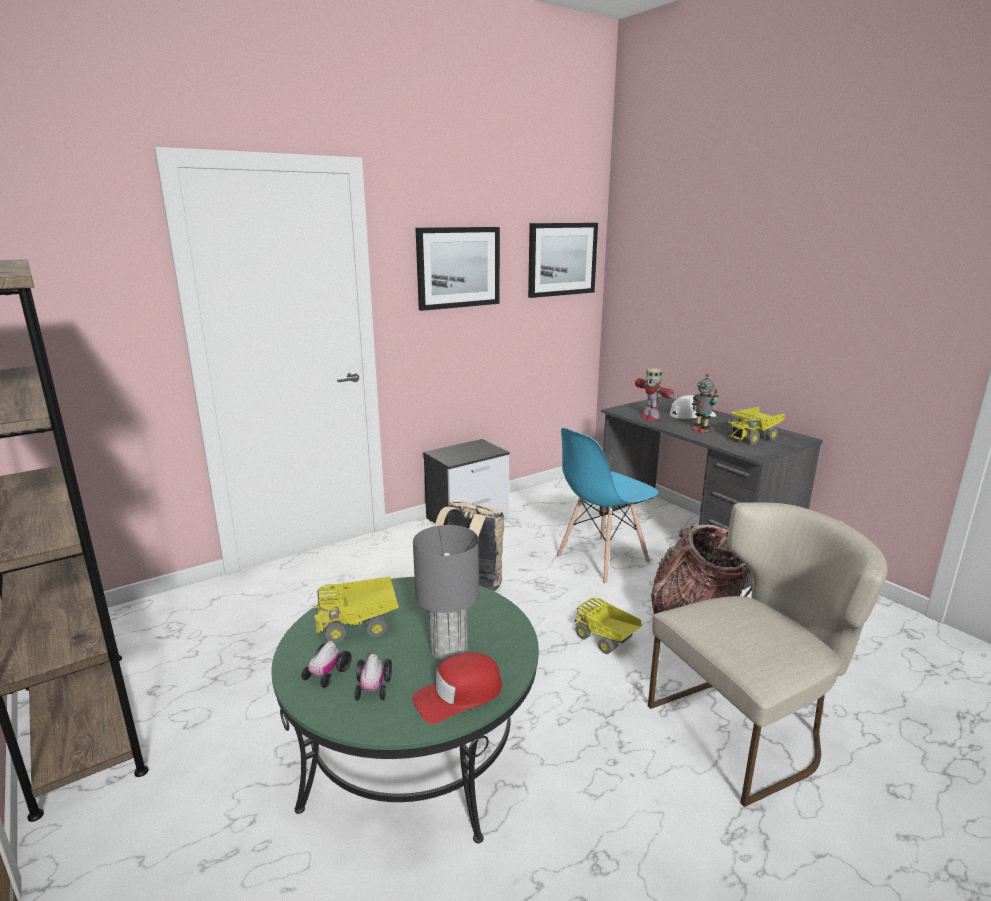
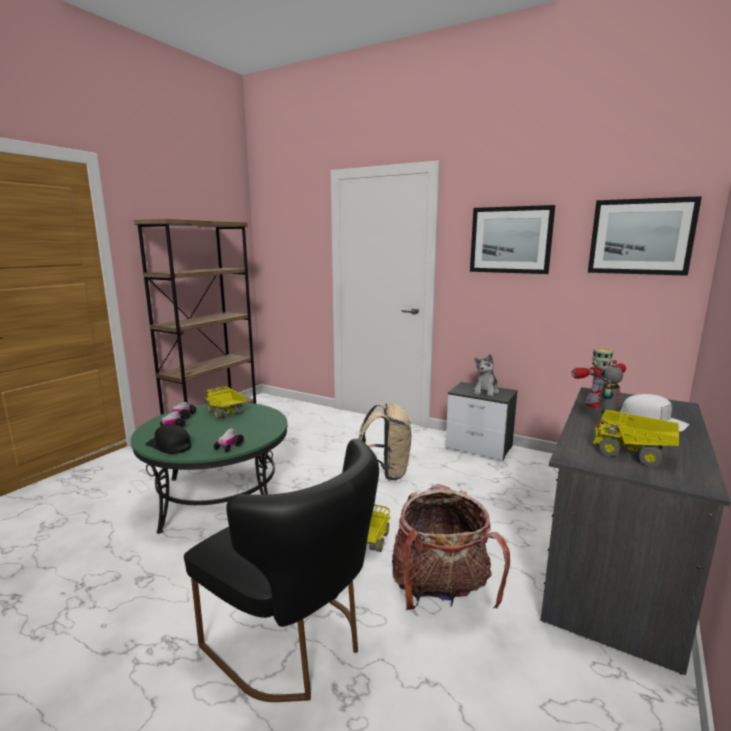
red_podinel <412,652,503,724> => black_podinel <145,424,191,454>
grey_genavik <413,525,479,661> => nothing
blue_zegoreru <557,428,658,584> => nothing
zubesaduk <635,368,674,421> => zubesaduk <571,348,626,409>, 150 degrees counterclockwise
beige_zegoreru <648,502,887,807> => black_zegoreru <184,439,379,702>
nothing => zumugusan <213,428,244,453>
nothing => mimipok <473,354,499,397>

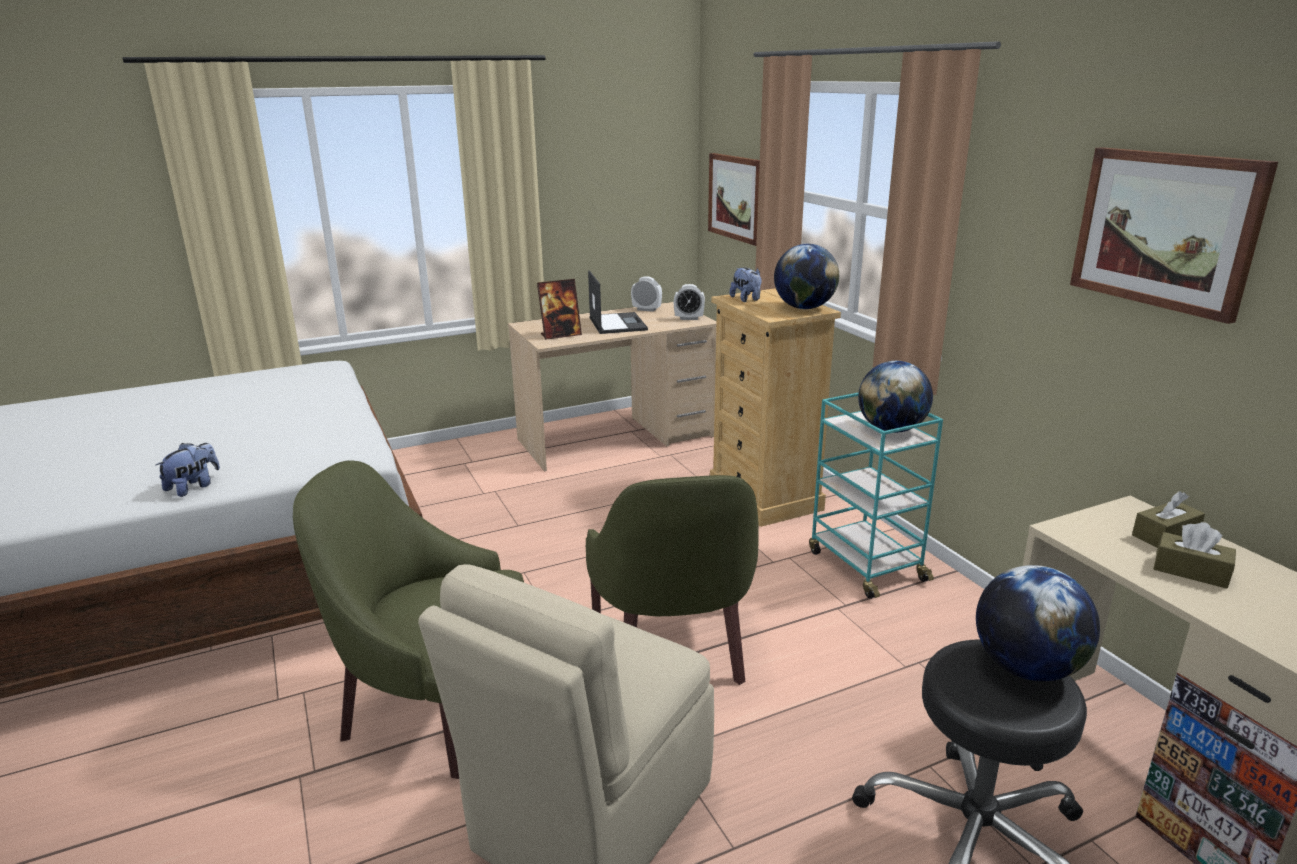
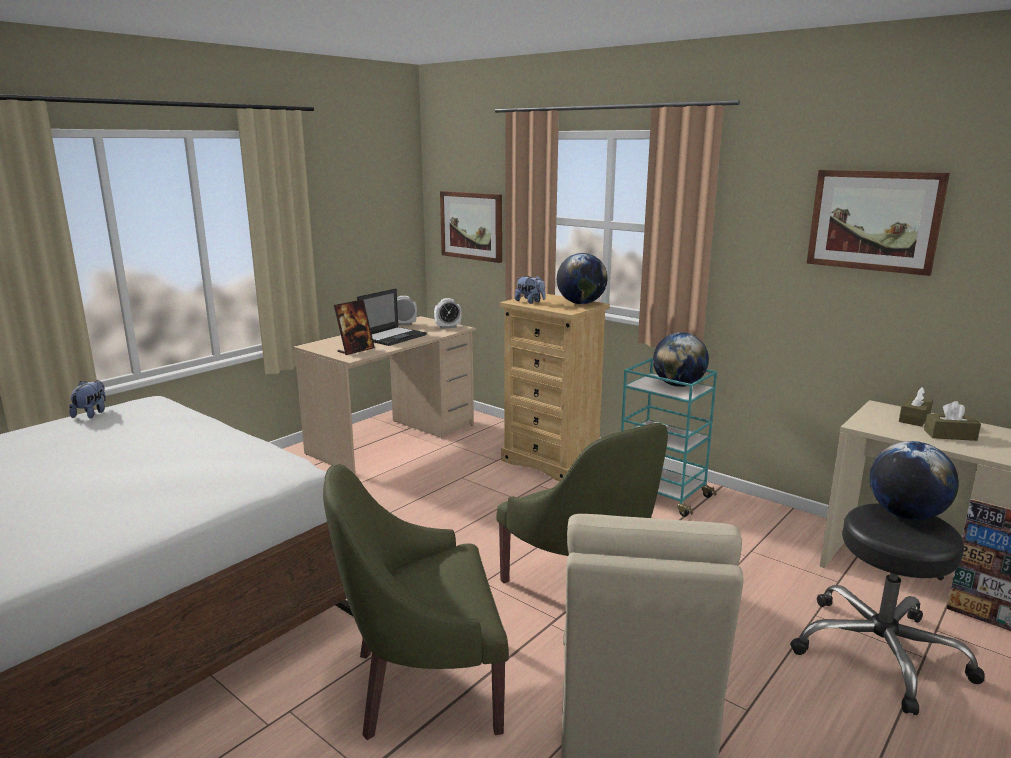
mimipok <156,443,220,497> => mimipok <69,380,106,418>, move
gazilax <588,270,648,334> => gazilax <357,288,427,346>, 75 degrees clockwise

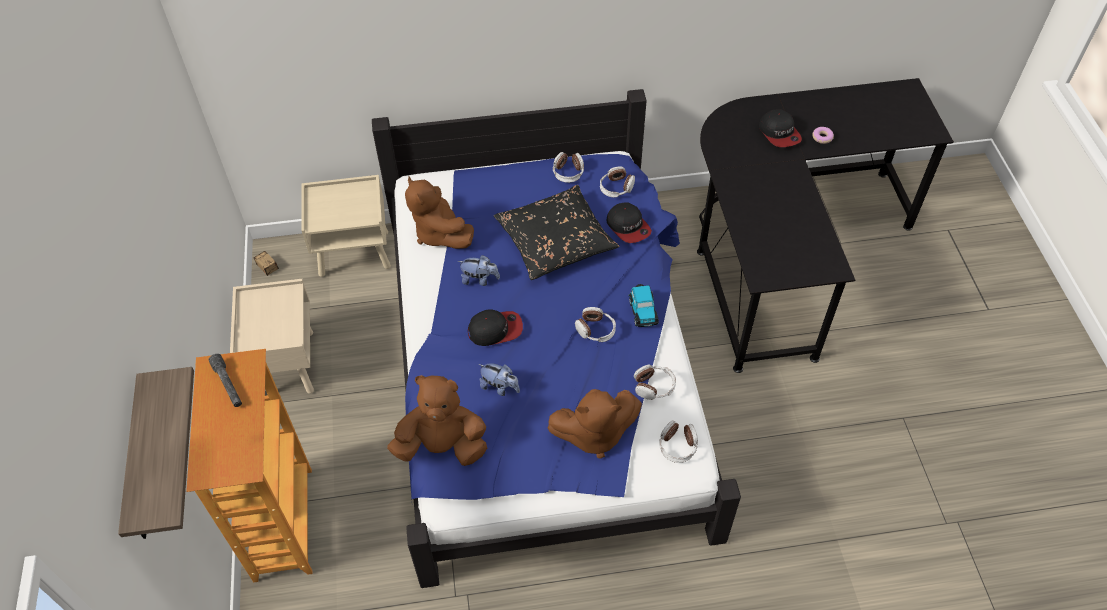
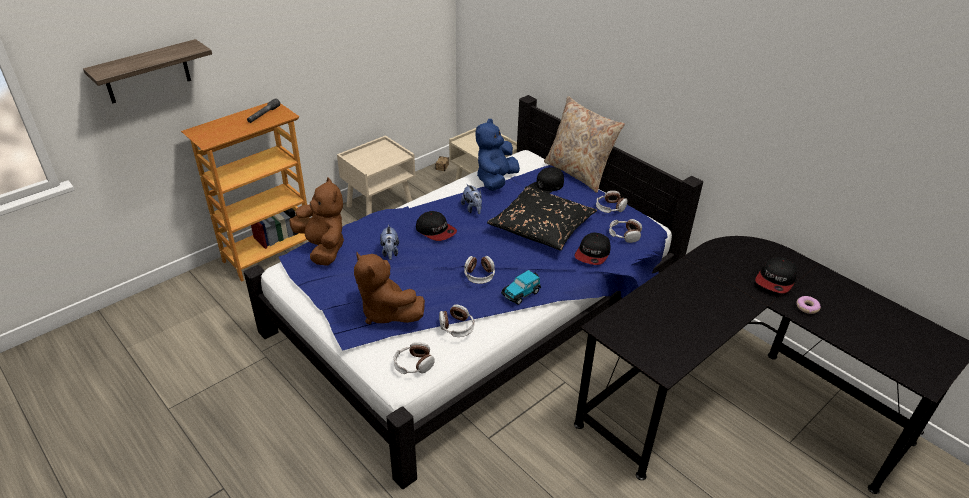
brown_mimipok <405,177,474,249> => blue_mimipok <475,119,520,191>
nothing => black_podinel <529,167,564,193>
nothing => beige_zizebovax <544,96,625,193>

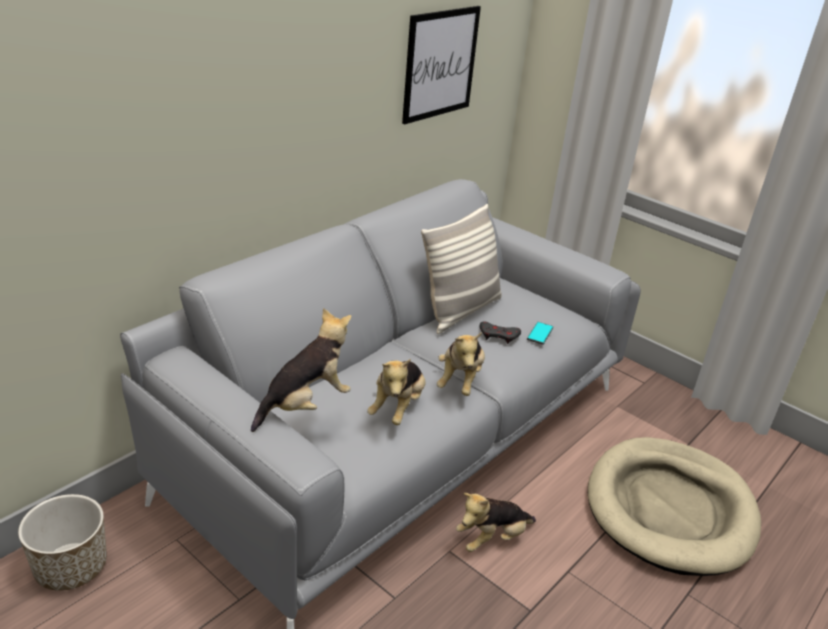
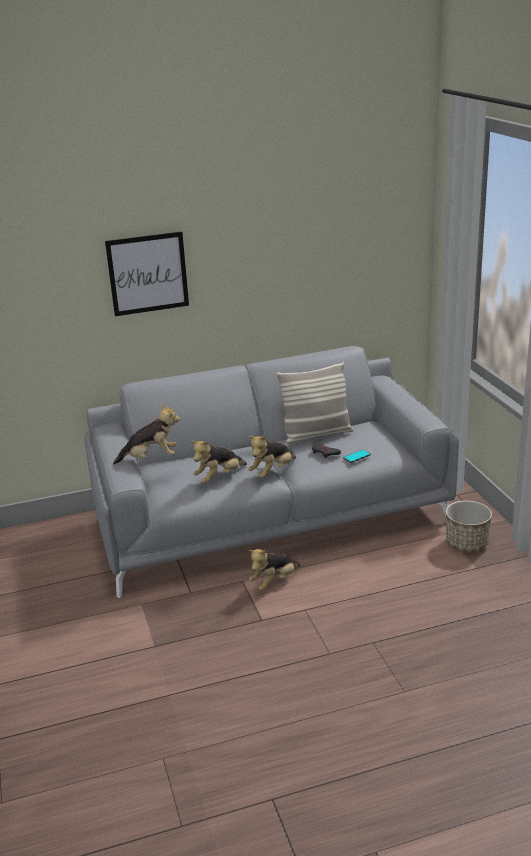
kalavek <18,494,107,591> => kalavek <446,500,492,552>, move
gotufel <402,6,481,125> => gotufel <105,231,189,316>, move
mimipok <456,493,536,552> => mimipok <248,549,300,591>, 45 degrees counterclockwise
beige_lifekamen <588,437,761,576> => nothing

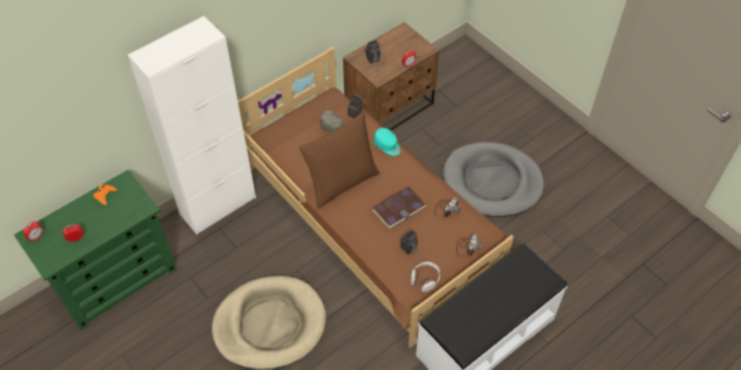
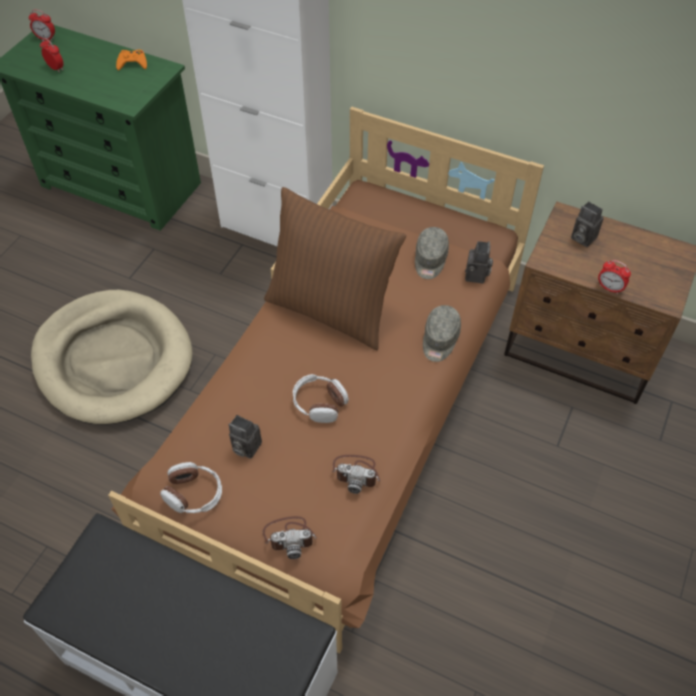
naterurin <372,187,426,229> => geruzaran <293,374,349,423>
turquoise_podinel <374,128,401,156> => grey_podinel <423,305,461,362>
grey_lifekamen <443,142,544,217> => nothing

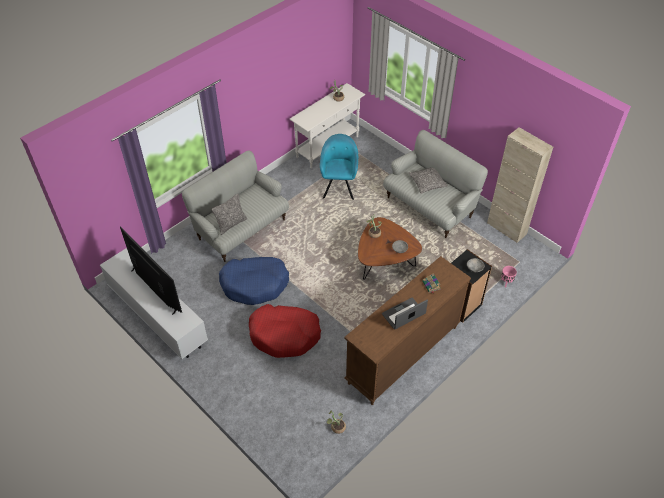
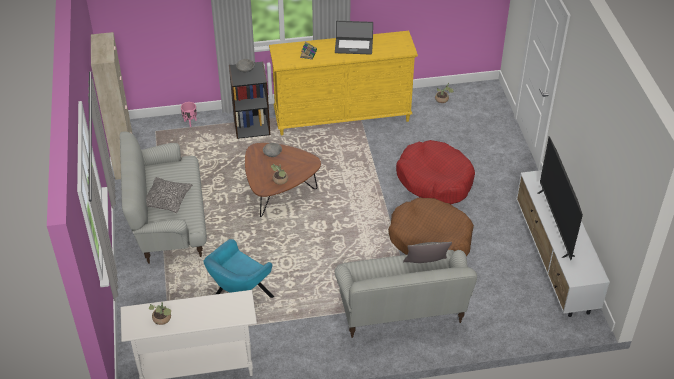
blue_lifekamen <219,257,289,305> => brown_lifekamen <388,198,474,256>
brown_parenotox <344,256,471,405> => yellow_parenotox <269,31,418,135>

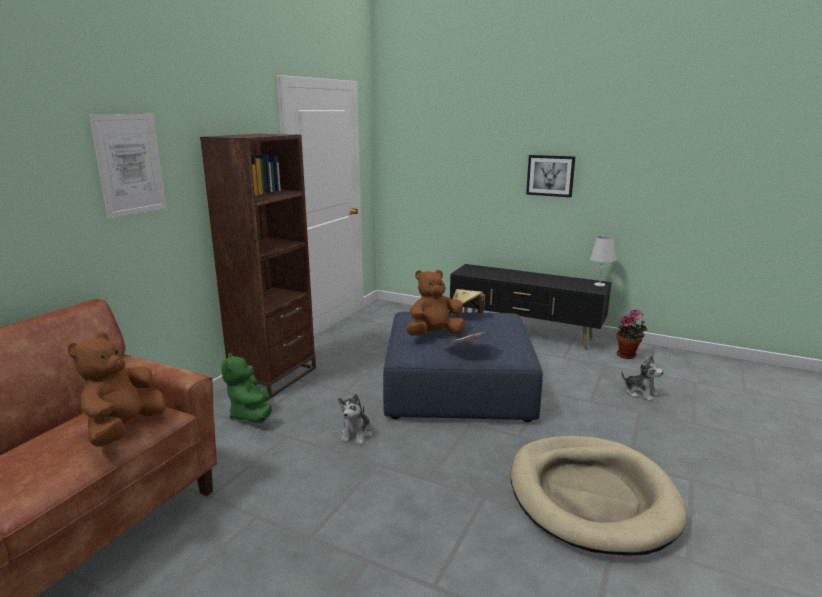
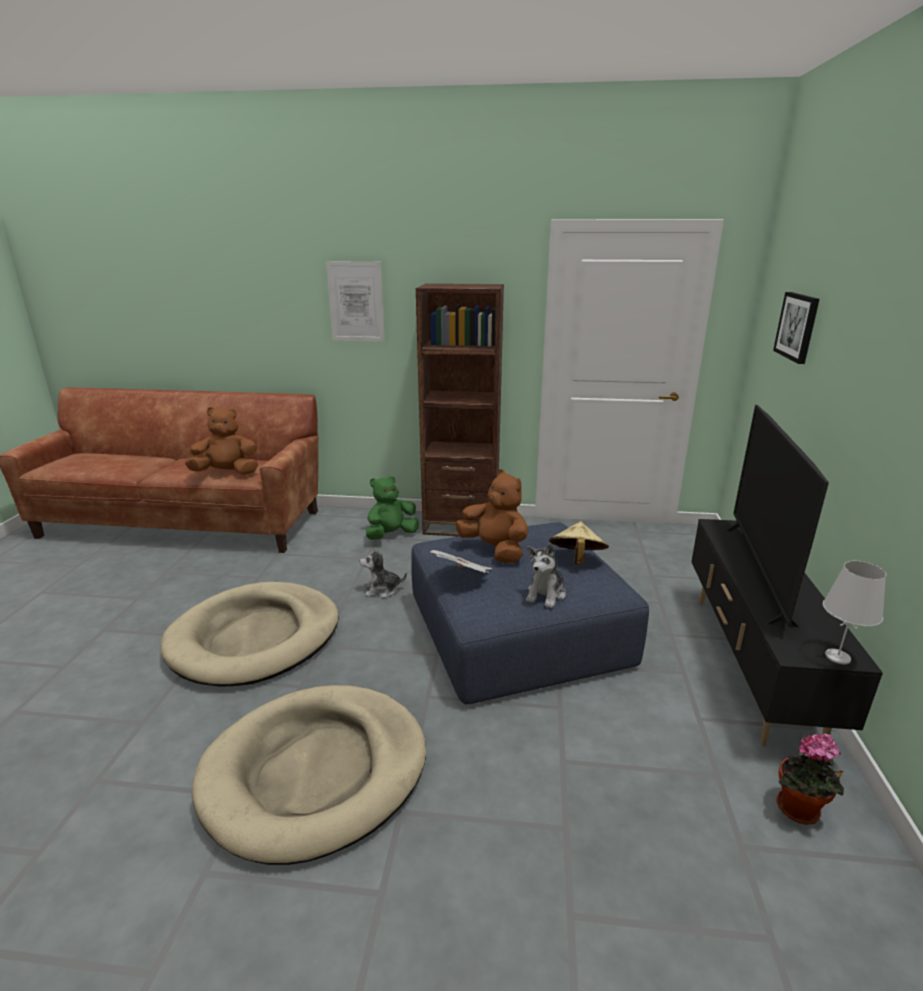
gotufel <526,155,575,197> => gotufel <773,292,820,364>, move
mimipok <621,355,663,401> => mimipok <526,544,566,608>, move
nothing => beige_lifekamen <161,582,339,687>
nothing => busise <726,405,829,627>

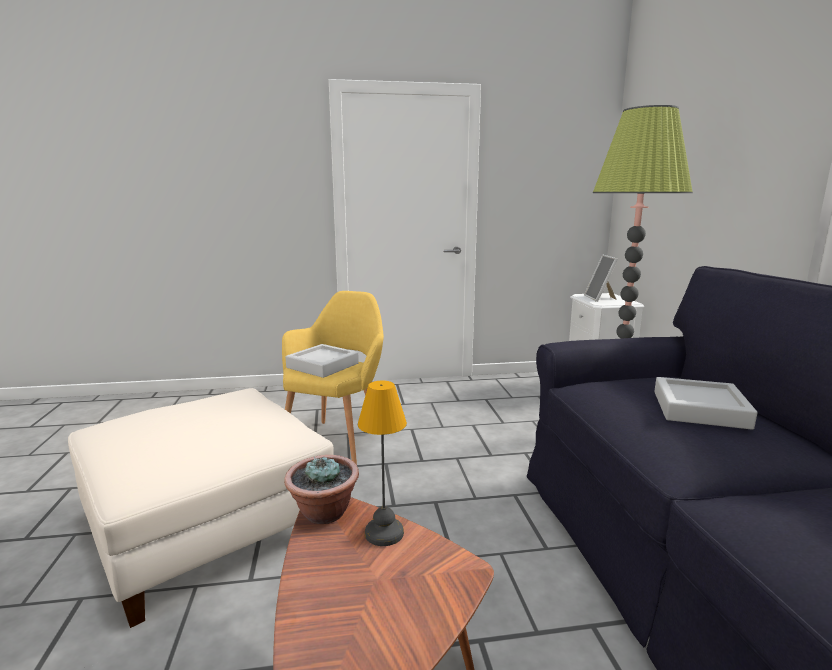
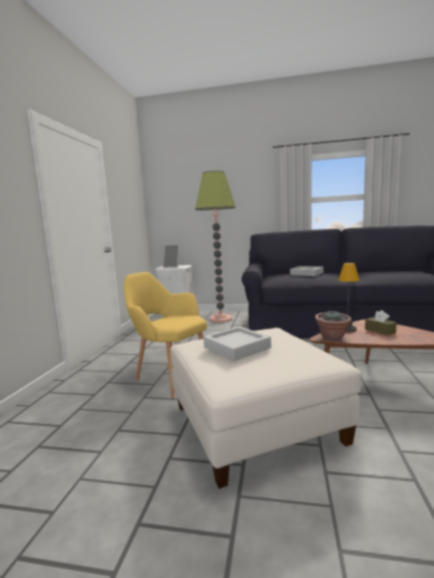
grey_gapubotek <285,344,359,378> => grey_gapubotek <203,326,271,361>, move
nothing => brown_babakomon <365,310,397,336>

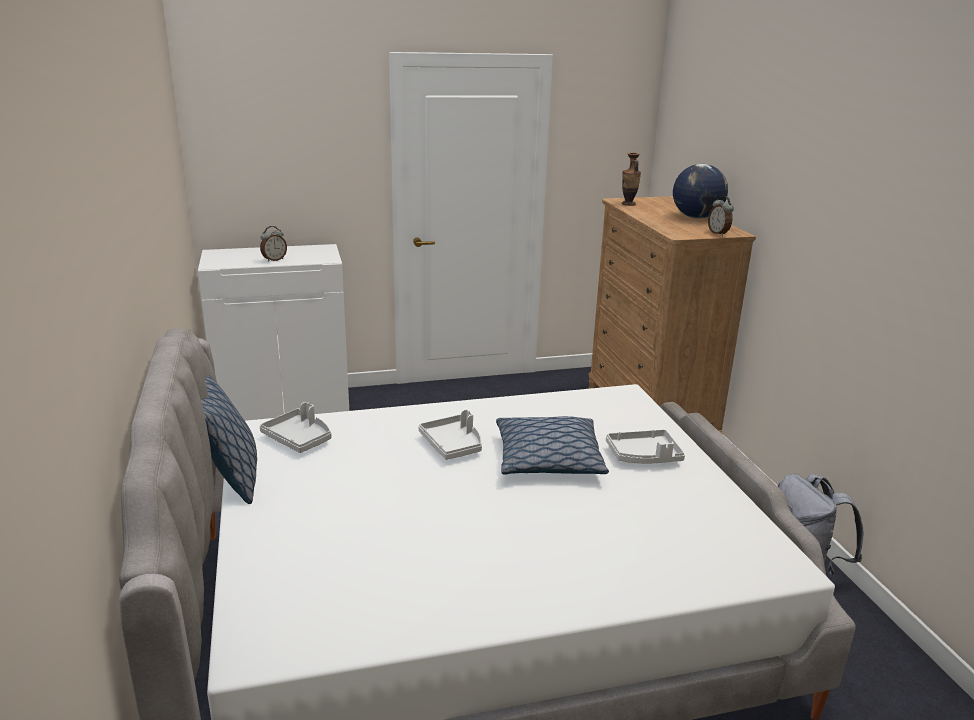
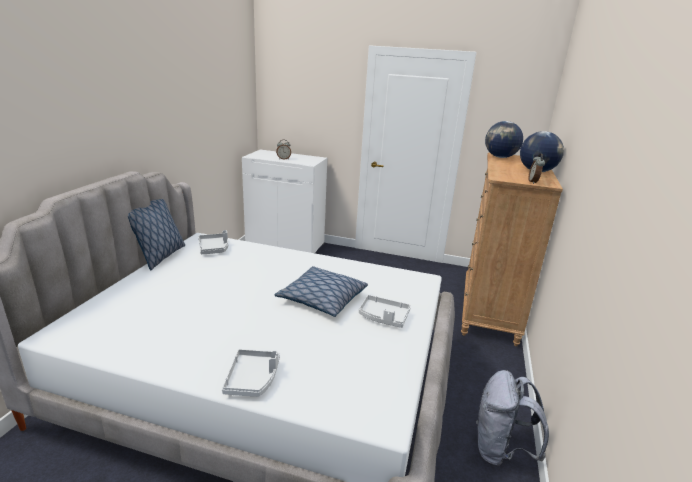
white_gapubotek <418,409,482,460> => white_gapubotek <222,349,280,397>, move
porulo <622,153,641,206> => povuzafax <485,121,523,158>

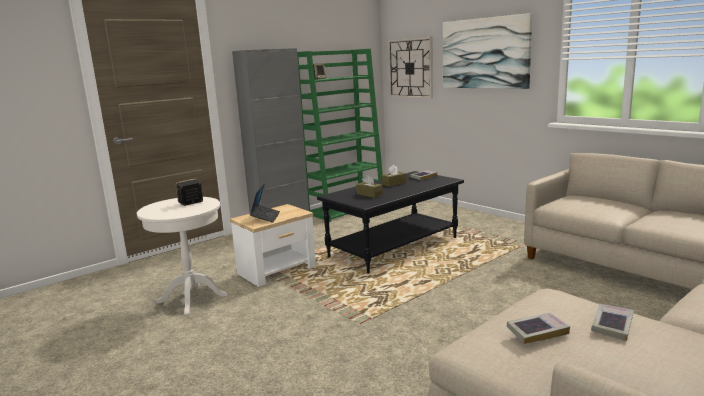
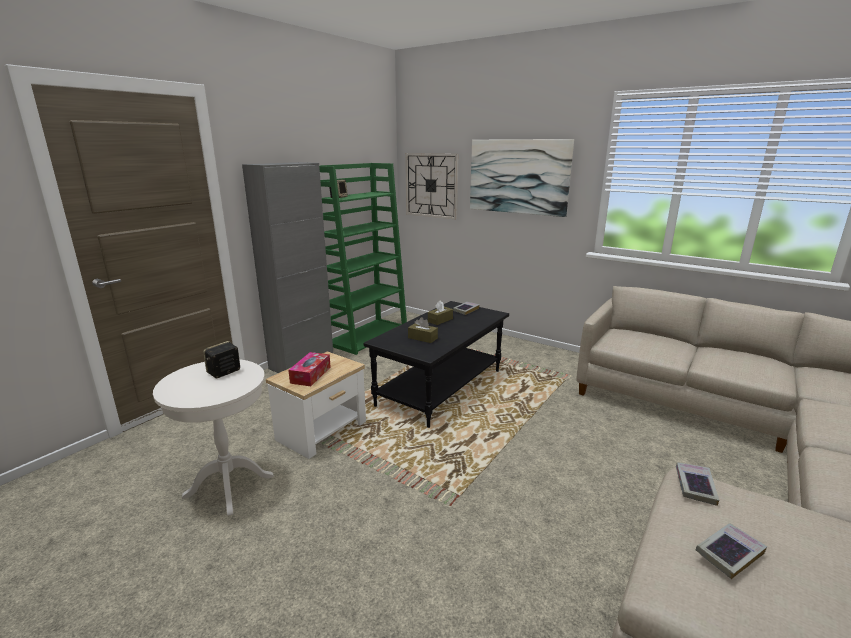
gazilax <250,184,280,223> => babakomon <288,352,331,386>
naterurin <591,304,634,341> => naterurin <676,462,720,506>, move

